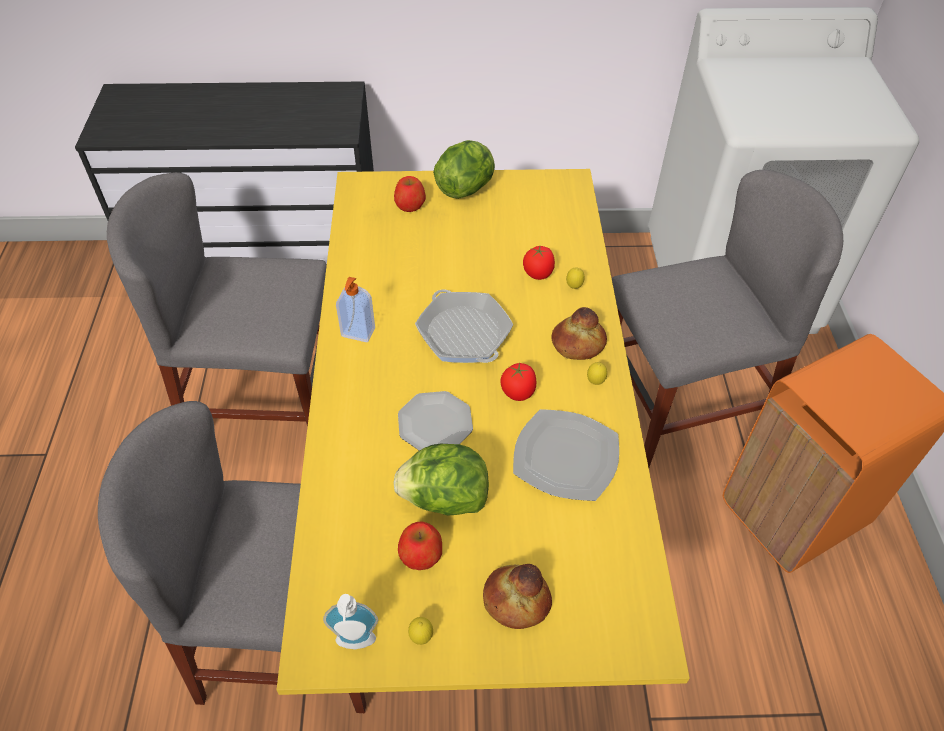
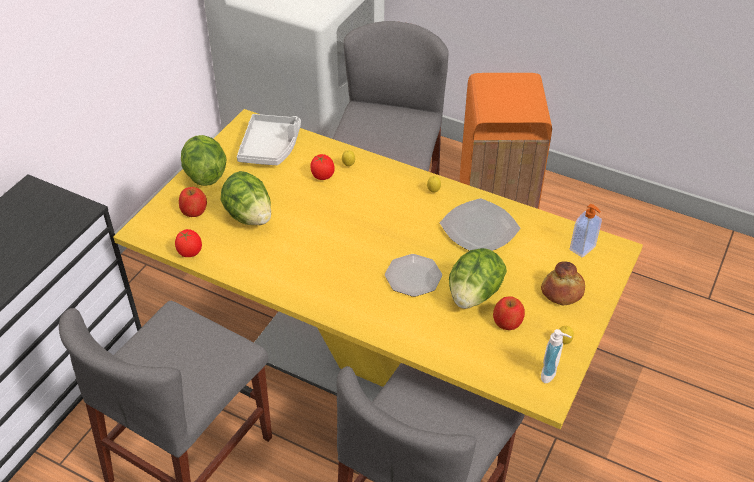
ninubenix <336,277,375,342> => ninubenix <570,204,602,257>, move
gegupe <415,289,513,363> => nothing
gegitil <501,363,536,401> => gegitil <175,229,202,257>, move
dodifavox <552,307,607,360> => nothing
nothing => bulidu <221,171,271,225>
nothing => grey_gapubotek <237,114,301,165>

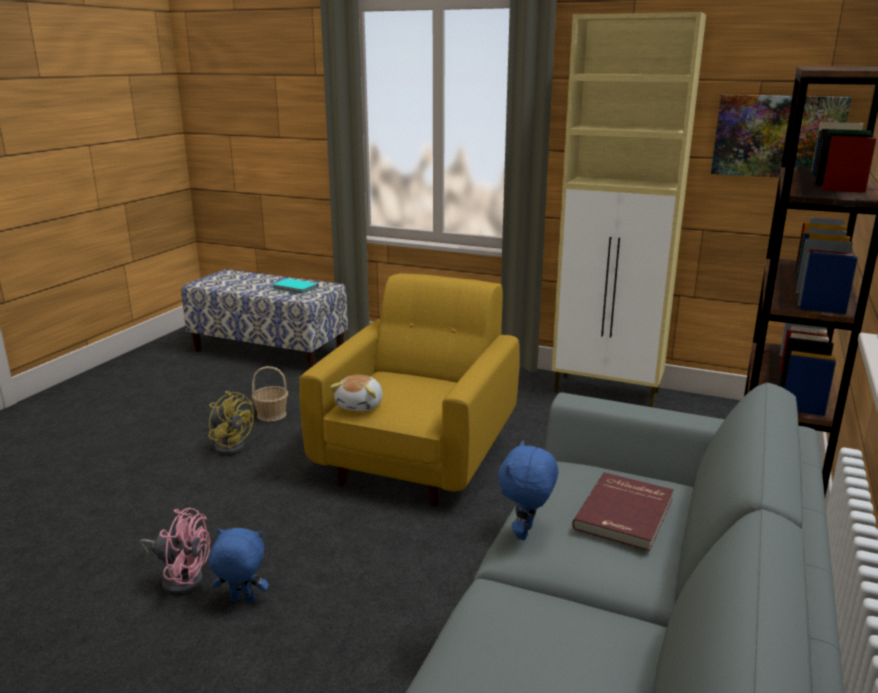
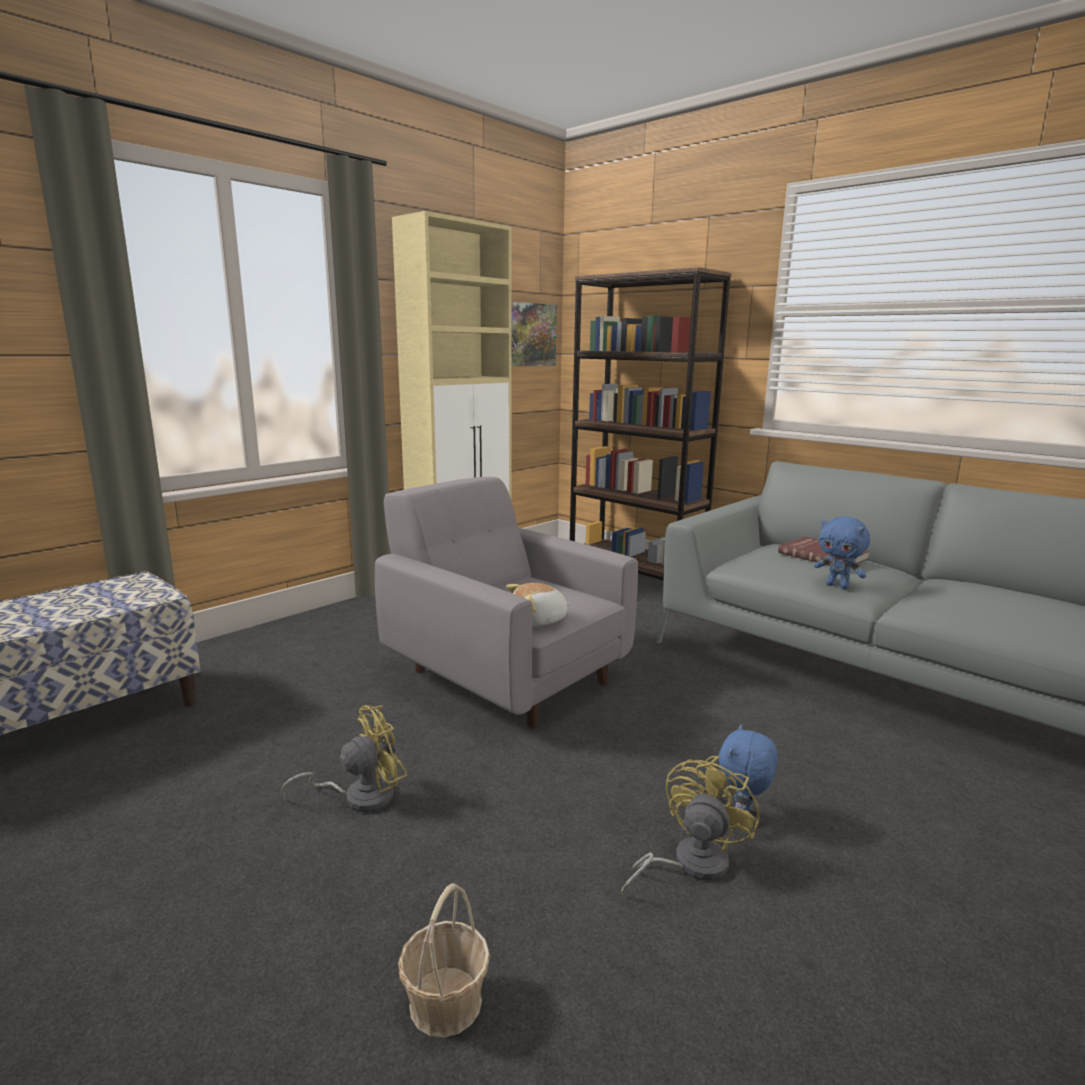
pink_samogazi <139,508,210,596> => yellow_samogazi <621,756,760,895>
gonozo <252,366,288,422> => gonozo <398,883,490,1038>, move
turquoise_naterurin <272,278,319,294> => nothing
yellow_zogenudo <299,273,520,506> => grey_zogenudo <375,477,638,728>
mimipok <329,375,383,412> => mimipok <506,583,571,626>, 120 degrees clockwise

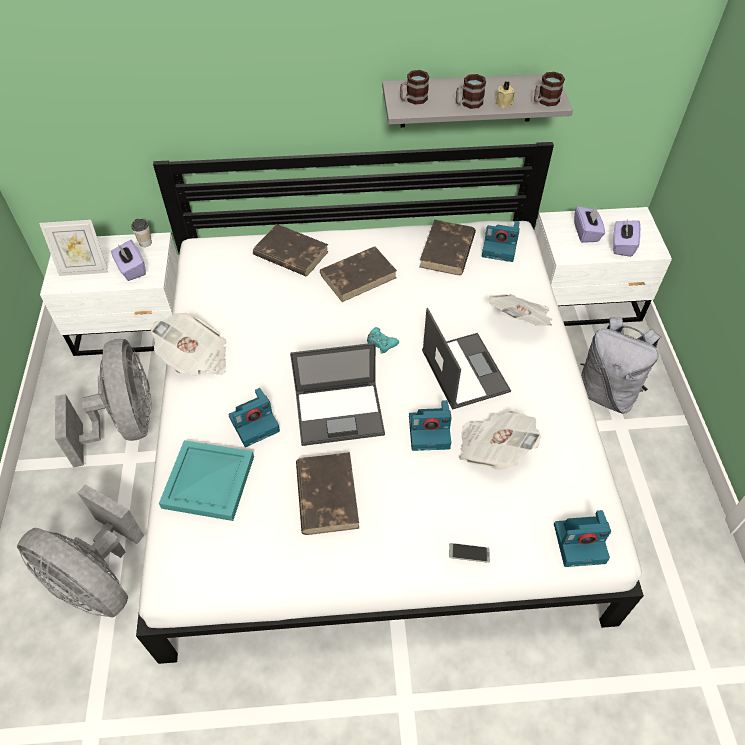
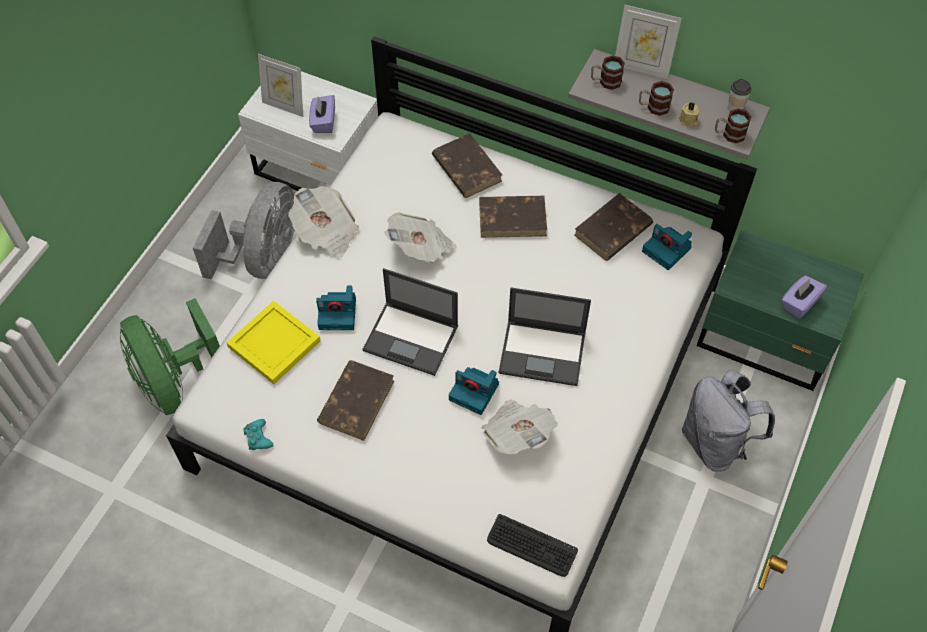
grey_samogazi <17,484,144,618> => green_samogazi <120,298,220,415>
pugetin <131,219,152,247> => pugetin <728,79,752,111>, move
turquoise_gapubotek <159,440,254,521> => yellow_gapubotek <227,301,321,384>
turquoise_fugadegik <367,327,399,354> => turquoise_fugadegik <243,419,273,450>, move
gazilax <422,308,511,410> => gazilax <498,287,591,386>, 90 degrees clockwise
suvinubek <449,543,490,563> => nothing
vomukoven <488,294,552,326> => vomukoven <385,212,456,263>, move
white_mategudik <535,207,672,326> => green_mategudik <697,230,864,391>
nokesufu <554,510,611,567> => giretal <487,514,578,577>
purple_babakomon <574,206,605,243> => nothing
nothing => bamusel <615,5,682,79>

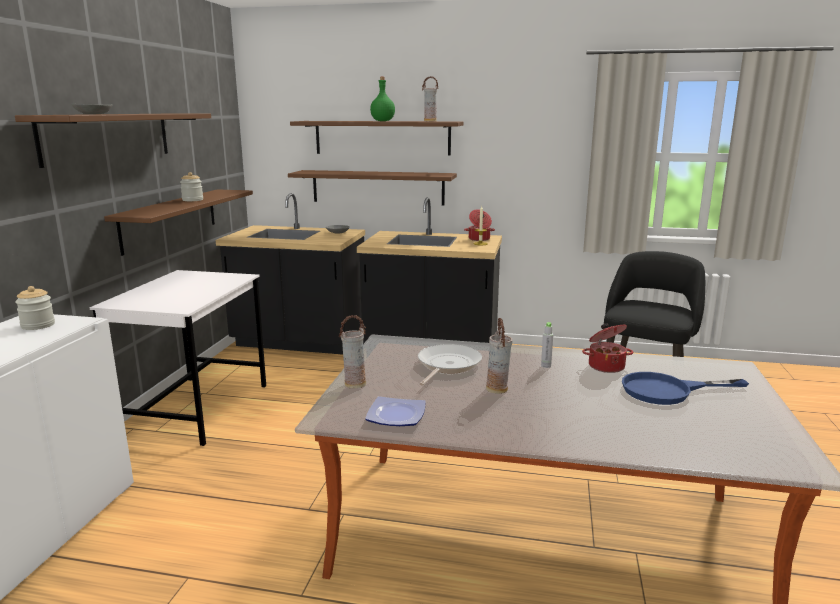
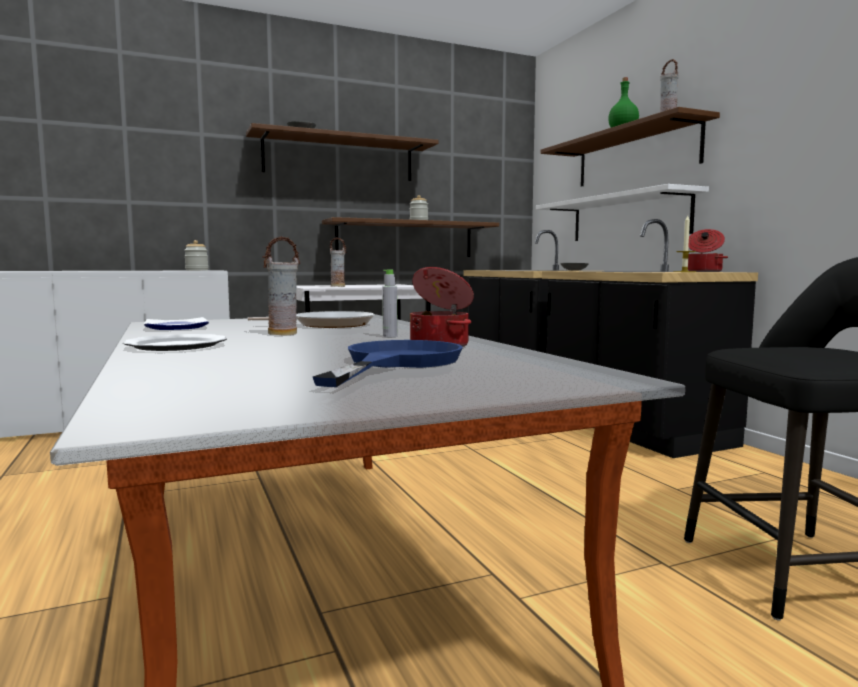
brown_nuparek <288,170,457,206> => white_nuparek <536,184,709,241>
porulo <339,315,366,389> => porulo <330,237,347,287>, move
blue_gegupe <622,372,749,405> => blue_gegupe <313,340,463,387>, 60 degrees clockwise
nothing => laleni <123,334,227,351>

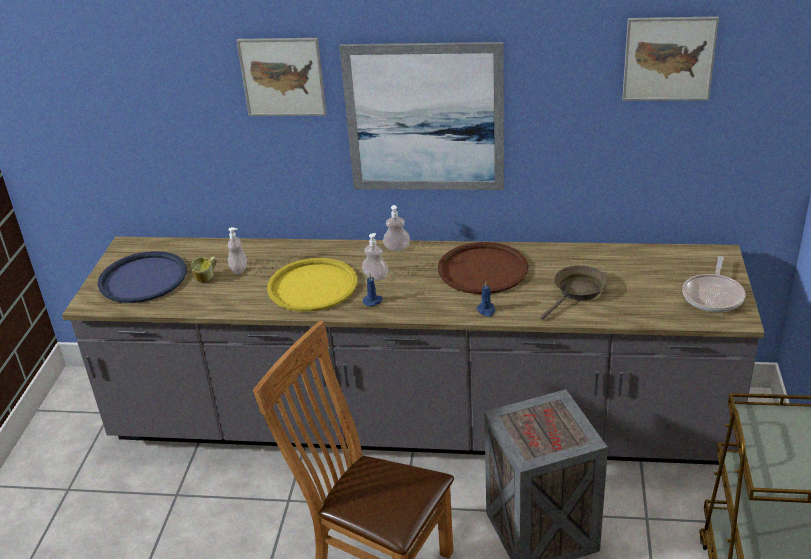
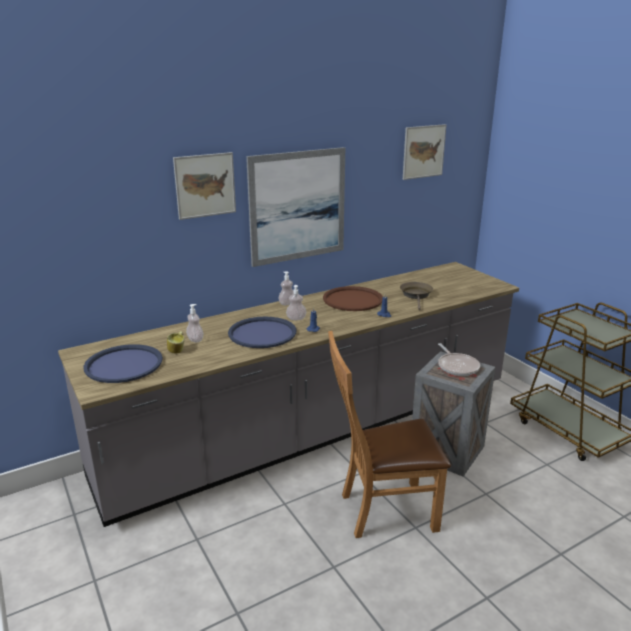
yellow_gapubotek <267,258,357,312> => blue_gapubotek <228,317,297,348>
gegupe <682,256,745,312> => gegupe <438,343,480,376>, move

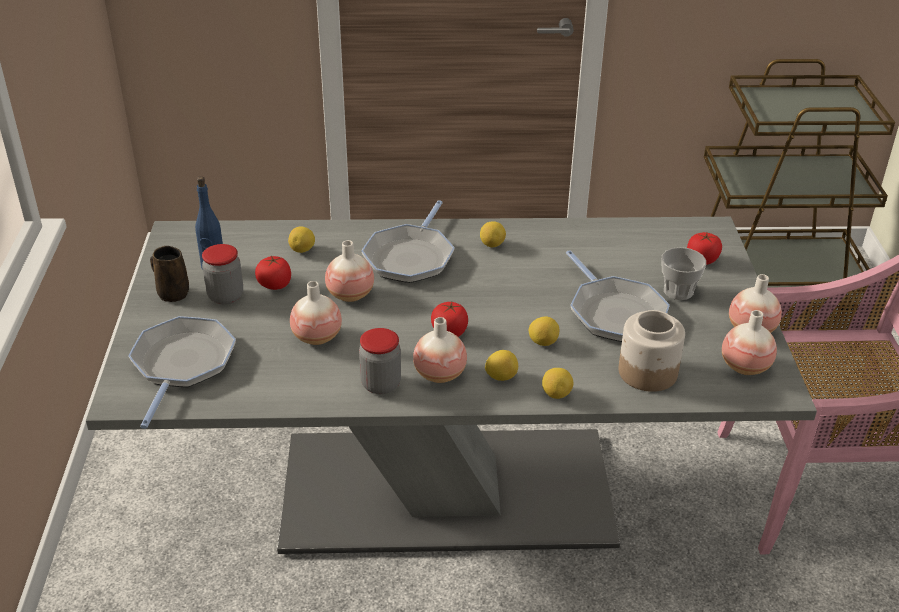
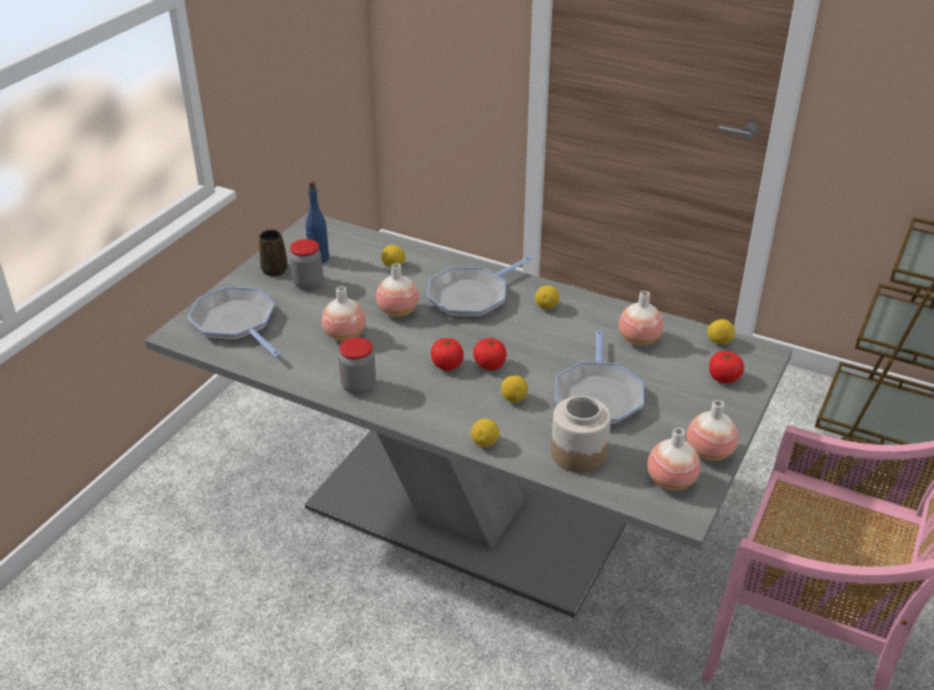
gegupe <128,316,236,429> => gegupe <187,287,281,358>, 75 degrees counterclockwise
gegitil <255,255,291,290> => gegitil <473,338,506,370>, move
porulo <413,317,467,383> => porulo <619,291,664,346>, move
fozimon <485,350,518,381> => fozimon <707,319,735,345>, move
pugetin <662,247,706,300> => nothing

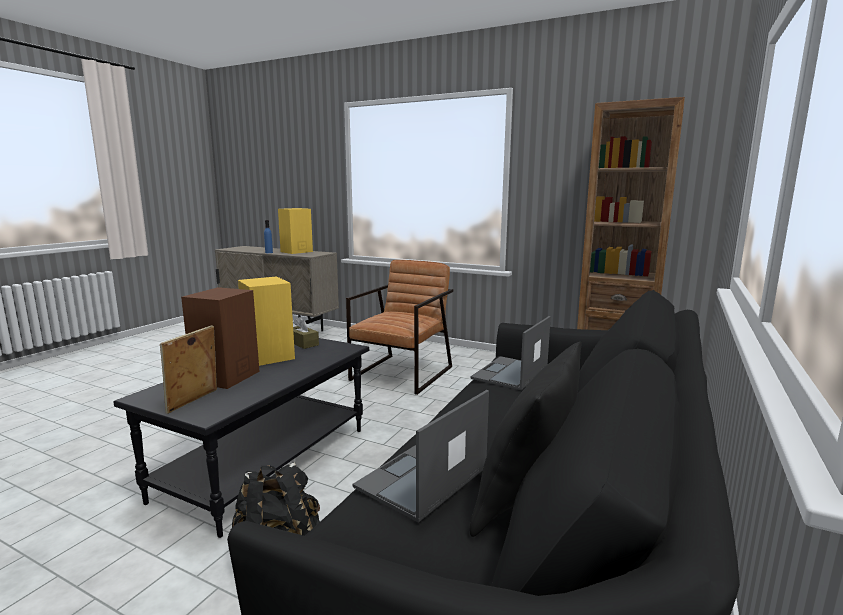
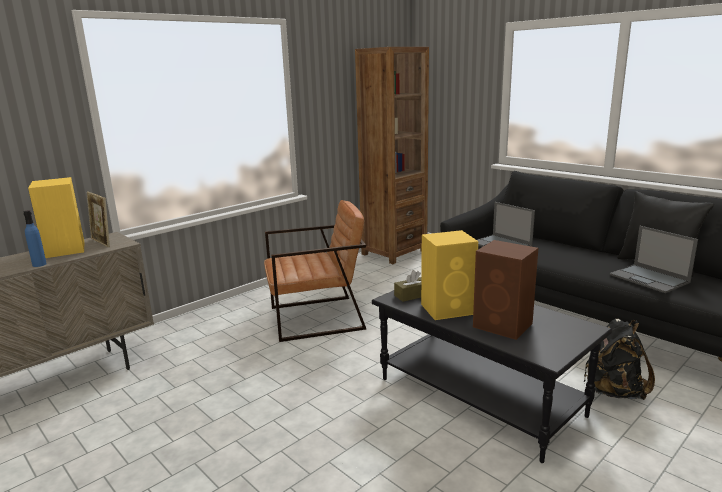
bamusel <160,325,217,414> => bamusel <87,191,110,247>, move
brown_zogenudo <346,260,453,395> => brown_zogenudo <264,200,366,342>, 120 degrees clockwise

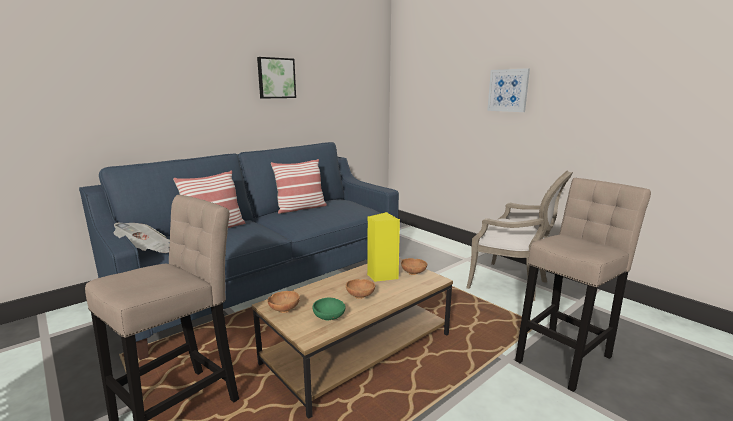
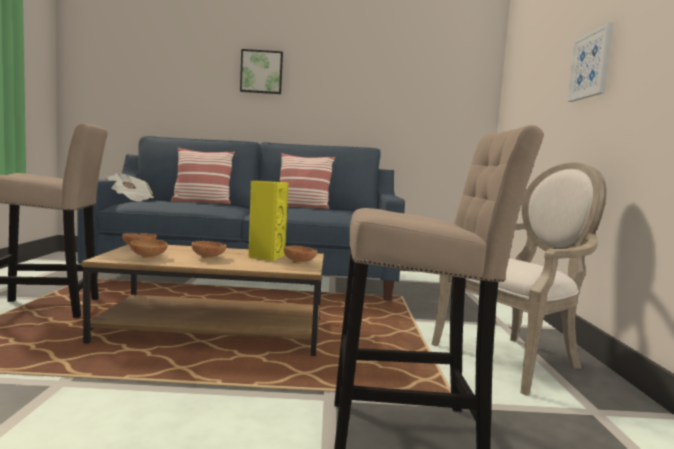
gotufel <257,57,296,99> => gotufel <240,49,283,94>, move
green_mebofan <312,298,345,320> => brown_mebofan <130,239,168,258>
zogenudo <466,170,573,301> => zogenudo <432,162,607,396>, 105 degrees counterclockwise

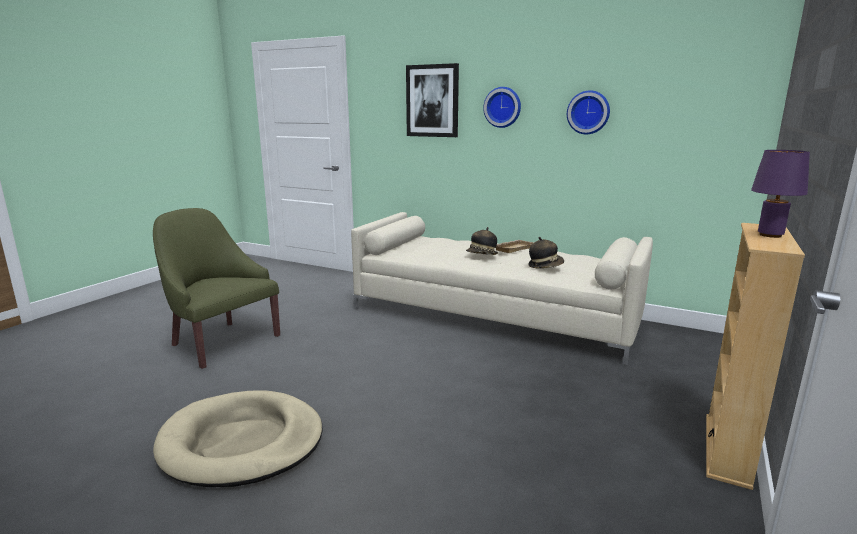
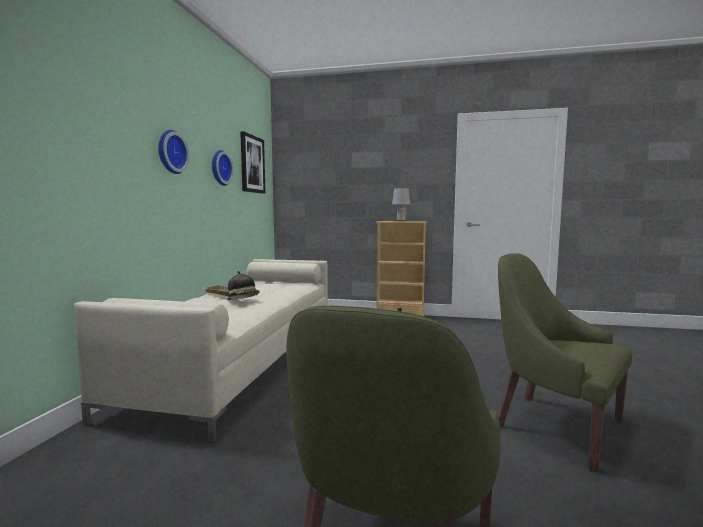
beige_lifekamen <153,390,322,487> => green_zogenudo <498,253,632,473>
gotufel <406,63,459,137> => gotufel <240,131,266,194>, move
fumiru <528,237,564,268> => nothing
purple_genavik <751,150,810,238> => grey_genavik <392,188,410,221>

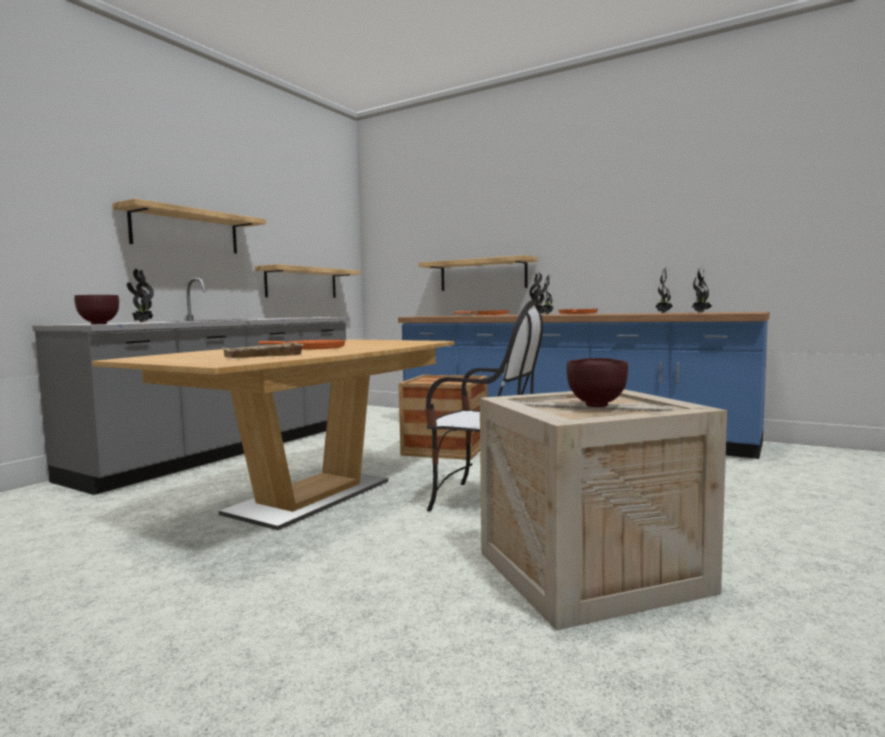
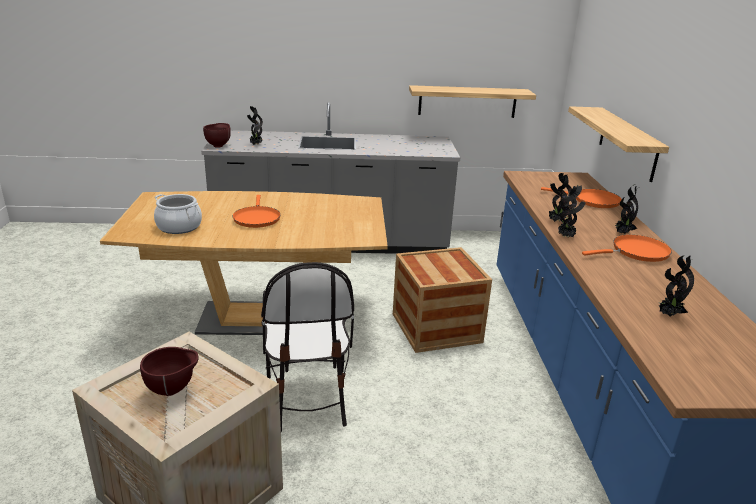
nuparek <112,198,266,253> => nothing
beige_gapubotek <223,342,303,358> => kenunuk <154,194,202,234>
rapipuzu <692,267,712,312> => rapipuzu <549,173,572,222>, move

